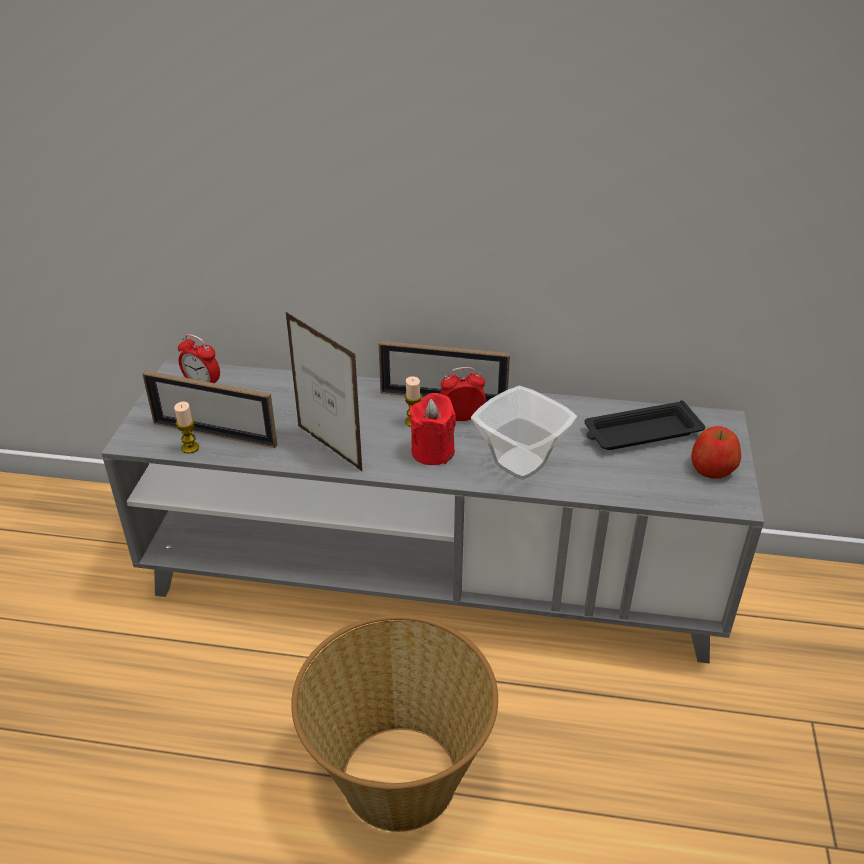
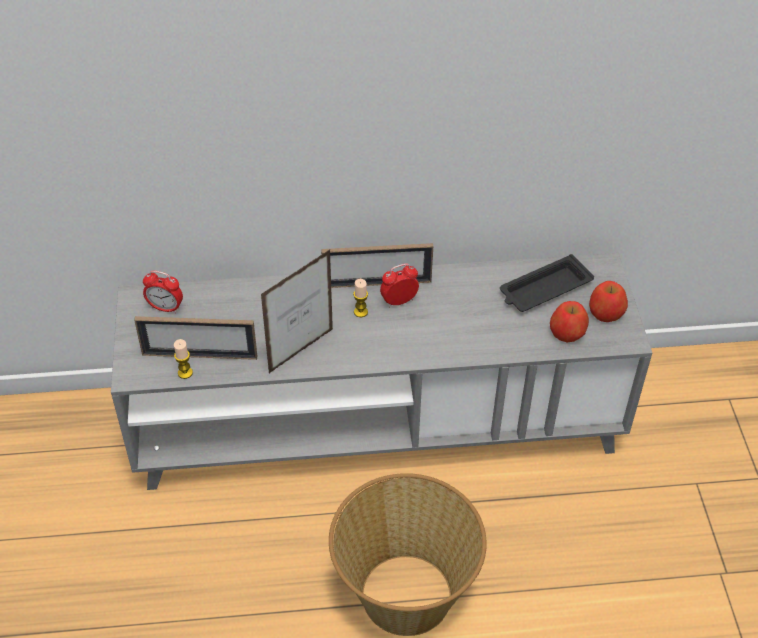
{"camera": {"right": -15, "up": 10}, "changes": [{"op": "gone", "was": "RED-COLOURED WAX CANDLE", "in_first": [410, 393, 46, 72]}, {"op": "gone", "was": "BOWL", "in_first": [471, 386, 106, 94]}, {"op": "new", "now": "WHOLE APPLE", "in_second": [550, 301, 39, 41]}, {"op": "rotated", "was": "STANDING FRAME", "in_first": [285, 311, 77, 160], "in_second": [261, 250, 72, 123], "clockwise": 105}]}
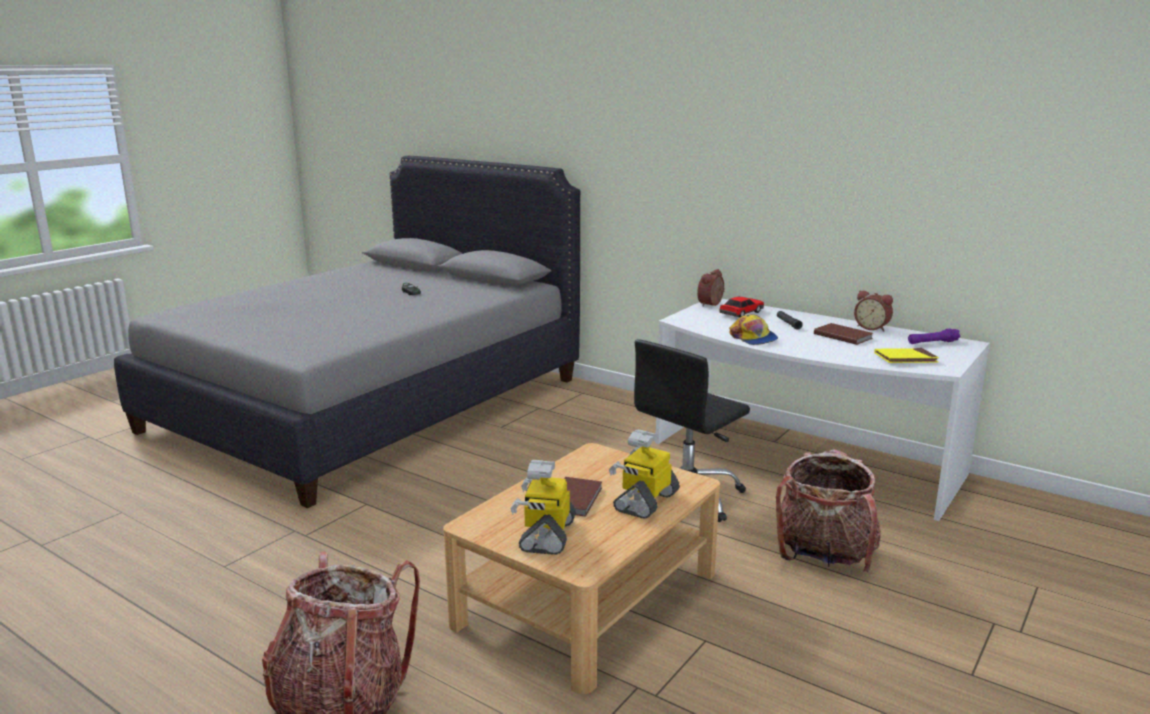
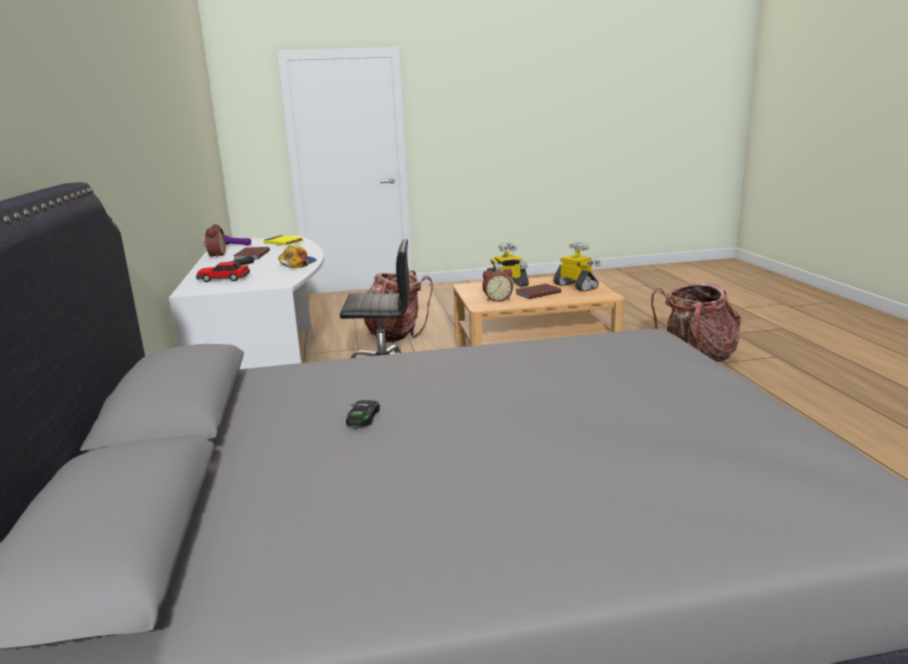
{"camera": {"right": -135, "up": 0}, "changes": [{"op": "shifted", "was": "BEDSIDE CLOCK", "in_first": [697, 269, 28, 38], "in_second": [483, 269, 30, 33]}, {"op": "rotated", "was": "ROBOT FIGURE", "in_first": [510, 460, 66, 95], "in_second": [553, 241, 48, 51], "clockwise": -90}]}
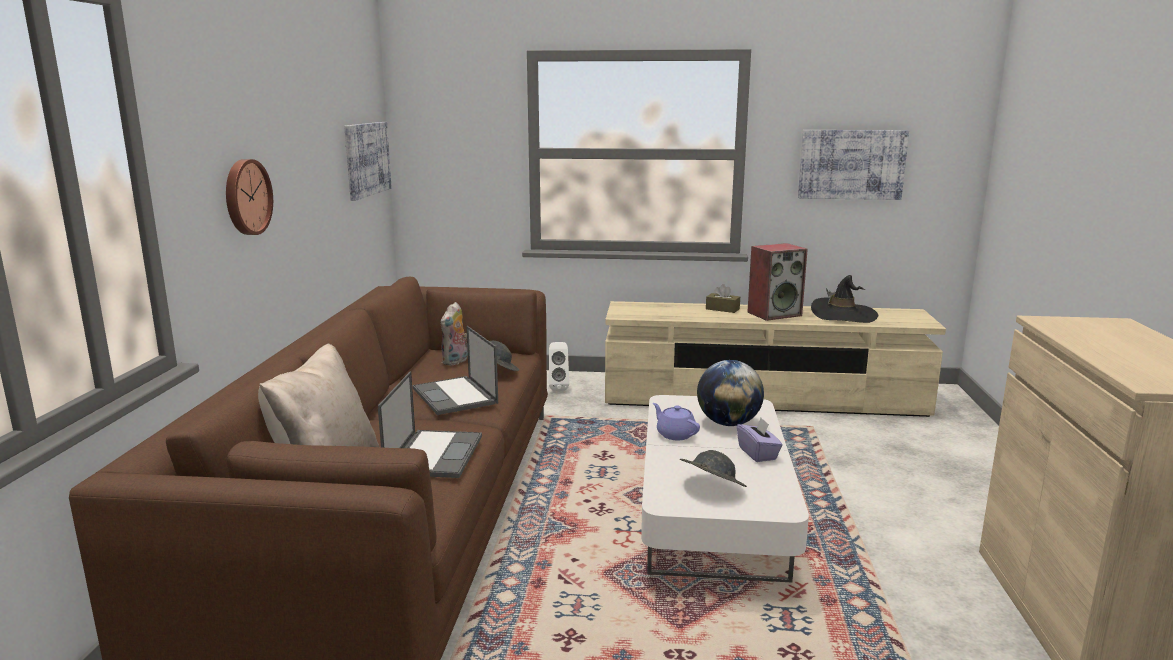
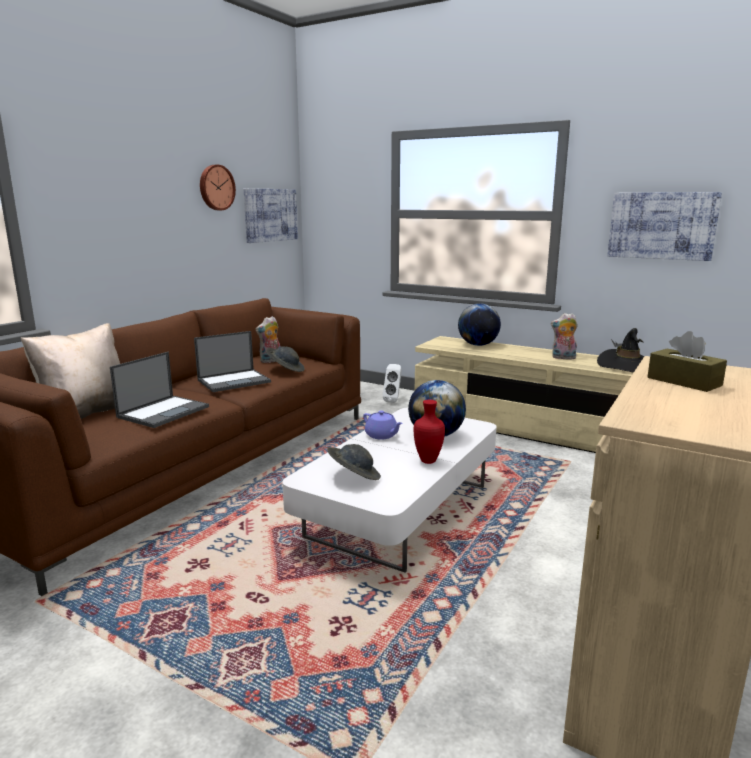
{"camera": {"right": 25, "up": 0}, "changes": [{"op": "new", "now": "DESK GLOBE", "in_second": [458, 303, 43, 43]}, {"op": "shifted", "was": "CLOCK ON THE WALL", "in_first": [226, 159, 47, 76], "in_second": [200, 165, 36, 45]}, {"op": "shifted", "was": "BROWN-COLOURED TISSUE BOX", "in_first": [706, 284, 34, 29], "in_second": [648, 331, 79, 61]}, {"op": "swapped", "was": "PURPLE-COLOURED TISSUE BOX", "now": "RED-COLOURED FLOWER VASE", "in_first": [737, 418, 46, 44], "in_second": [413, 400, 32, 64]}, {"op": "swapped", "was": "AUDIO SPEAKER", "now": "PLUSH TOY", "in_first": [747, 243, 61, 78], "in_second": [551, 313, 27, 46]}, {"op": "rotated", "was": "NOTEBOOK COMPUTER", "in_first": [413, 326, 85, 89], "in_second": [194, 331, 77, 61], "clockwise": -120}, {"op": "rotated", "was": "PURPLE-COLOURED POT FOR TEA", "in_first": [653, 403, 47, 37], "in_second": [363, 410, 40, 30], "clockwise": 150}]}
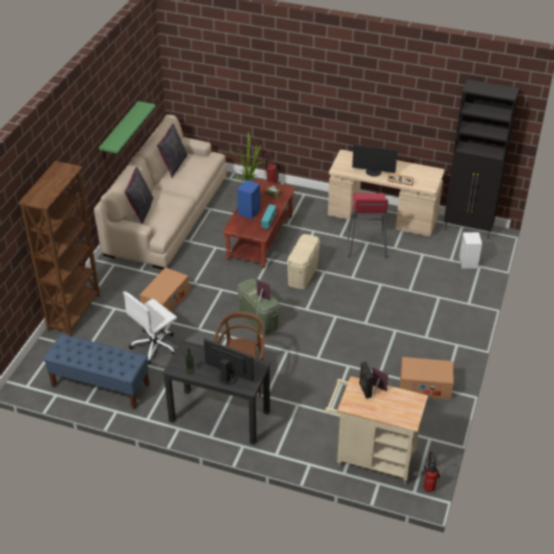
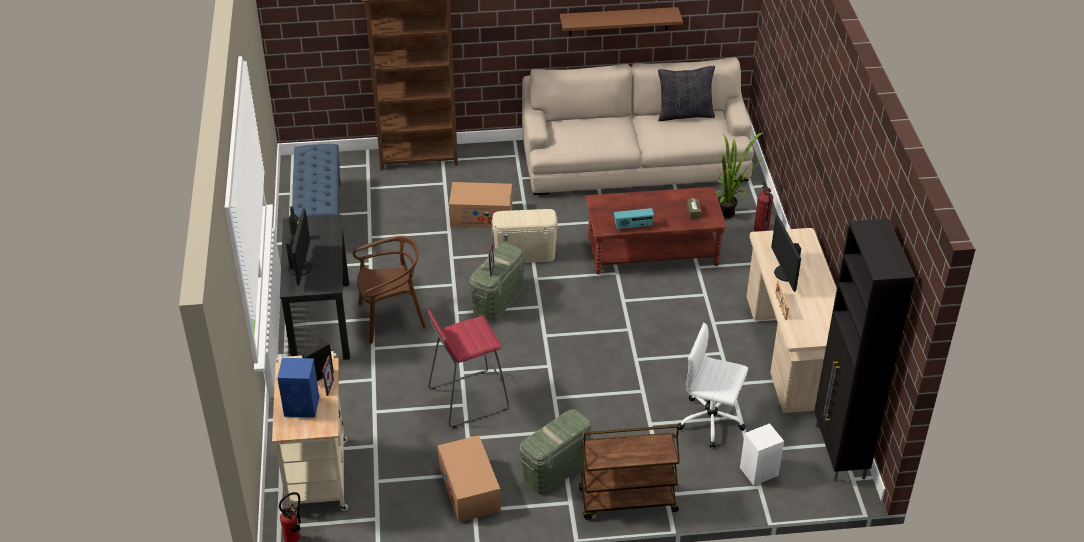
{"camera": {"right": 65, "up": 0}, "changes": [{"op": "gone", "was": "BLACK THROW PILLOW", "in_first": [125, 166, 28, 58]}, {"op": "new", "now": "GREEN-COLOURED STORAGE BOX", "in_second": [520, 409, 72, 85]}, {"op": "new", "now": "BROWN-COLOURED WHEELED CART", "in_second": [579, 425, 101, 95]}, {"op": "shifted", "was": "WHITISH COMPUTER CHAIR", "in_first": [123, 291, 54, 73], "in_second": [677, 323, 71, 125]}, {"op": "shifted", "was": "BLUISH AUDIO SPEAKER", "in_first": [237, 180, 23, 39], "in_second": [277, 358, 42, 59]}, {"op": "shifted", "was": "BEIGE STORAGE BOX", "in_first": [287, 234, 33, 55], "in_second": [491, 209, 68, 54]}, {"op": "shifted", "was": "RED-COLOURED STOOL", "in_first": [348, 193, 40, 65], "in_second": [427, 309, 82, 119]}, {"op": "repainted", "was": "GREEN-COLOURED BRACKET SHELF", "now": "BROWN-COLOURED BRACKET SHELF", "in_first": [99, 101, 57, 59], "in_second": [560, 7, 123, 29]}]}
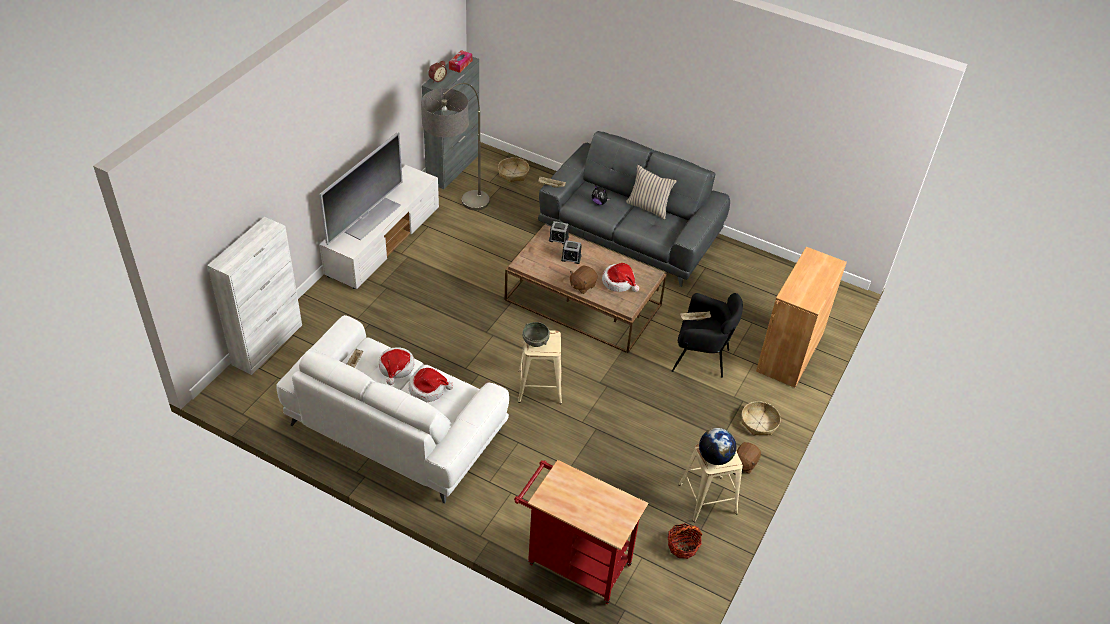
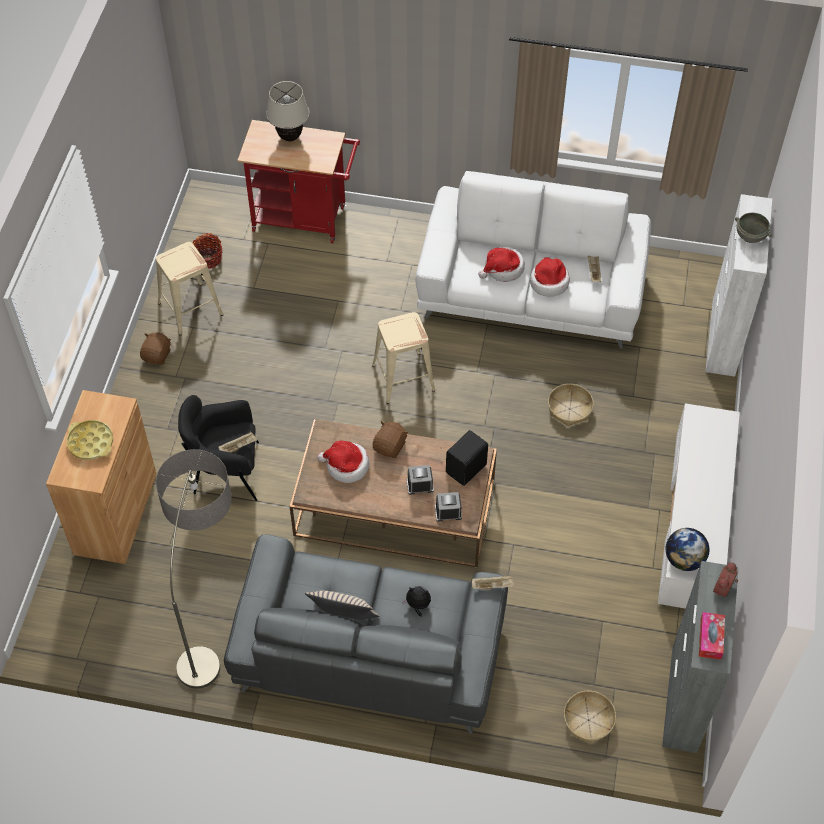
{"camera": {"right": 165, "up": 10}, "changes": [{"op": "gone", "was": "TELEVISION", "in_first": [319, 132, 84, 113]}, {"op": "new", "now": "YELLOW TRAY", "in_second": [67, 420, 46, 40]}, {"op": "new", "now": "BEIGE TABLETOP LAMP", "in_second": [266, 81, 43, 60]}, {"op": "new", "now": "BLACK AUDIO SPEAKER", "in_second": [446, 430, 42, 56]}, {"op": "shifted", "was": "STANDARD LAMP", "in_first": [421, 83, 69, 127], "in_second": [156, 449, 76, 240]}, {"op": "shifted", "was": "GREY BOWL", "in_first": [522, 322, 28, 25], "in_second": [735, 213, 37, 30]}, {"op": "shifted", "was": "DESK GLOBE", "in_first": [699, 428, 37, 37], "in_second": [666, 528, 43, 43]}, {"op": "shifted", "was": "HOUSEHOLD BASKET", "in_first": [742, 401, 39, 35], "in_second": [548, 384, 46, 42]}]}
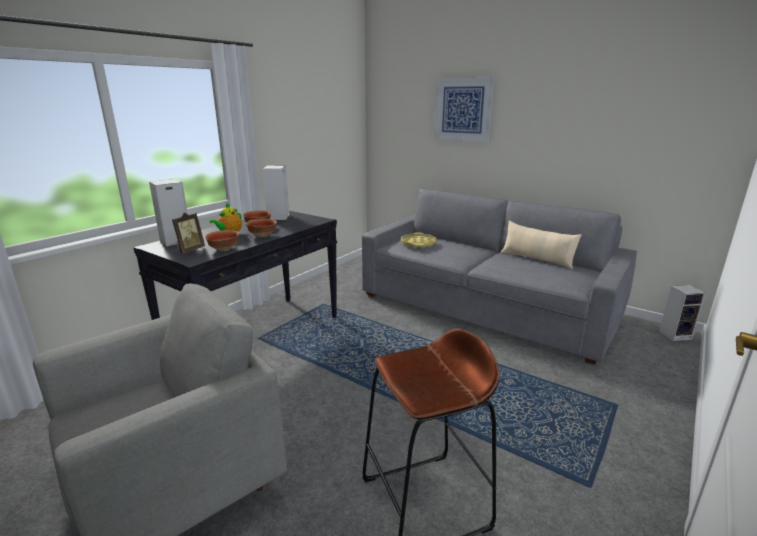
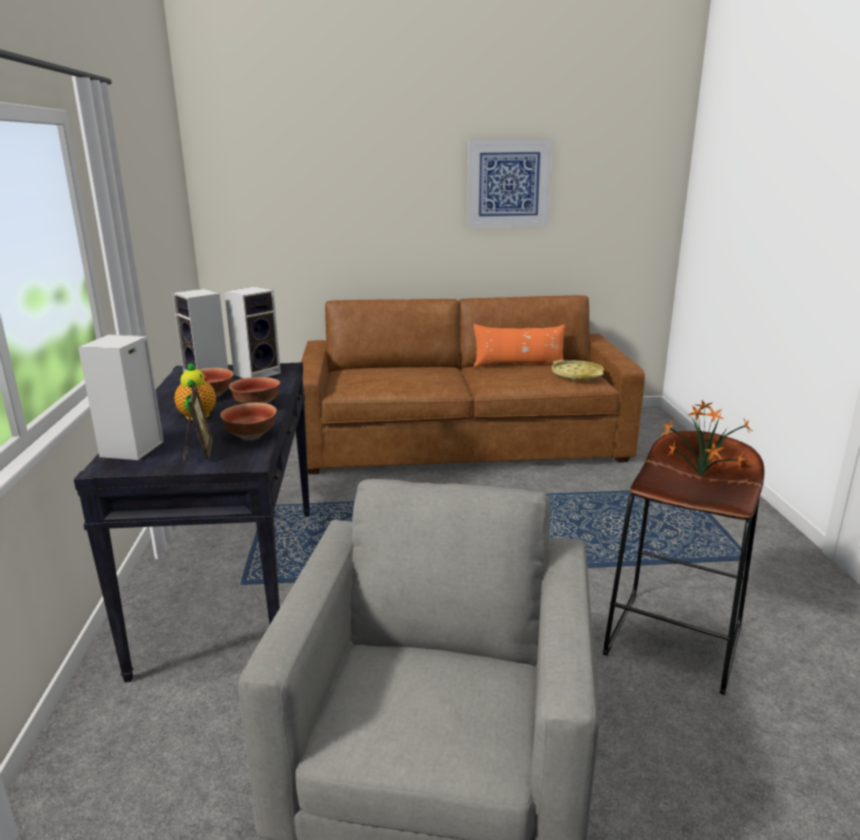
{"camera": {"right": -40, "up": 0}, "changes": [{"op": "new", "now": "POTTED PLANT", "in_second": [660, 400, 92, 76]}, {"op": "shifted", "was": "YELLOW TRAY", "in_first": [401, 232, 35, 16], "in_second": [552, 360, 52, 21]}, {"op": "shifted", "was": "WALL ART", "in_first": [434, 77, 60, 65], "in_second": [467, 139, 86, 89]}, {"op": "shifted", "was": "AUDIO SPEAKER", "in_first": [659, 285, 47, 56], "in_second": [224, 286, 57, 92]}, {"op": "repainted", "was": "GREY SOFA", "now": "BROWN-COLOURED SOFA", "in_first": [362, 188, 275, 177], "in_second": [301, 295, 344, 179]}, {"op": "repainted", "was": "BEIGE THROW PILLOW", "now": "ORANGEY THROW PILLOW", "in_first": [501, 220, 81, 49], "in_second": [474, 324, 91, 43]}]}
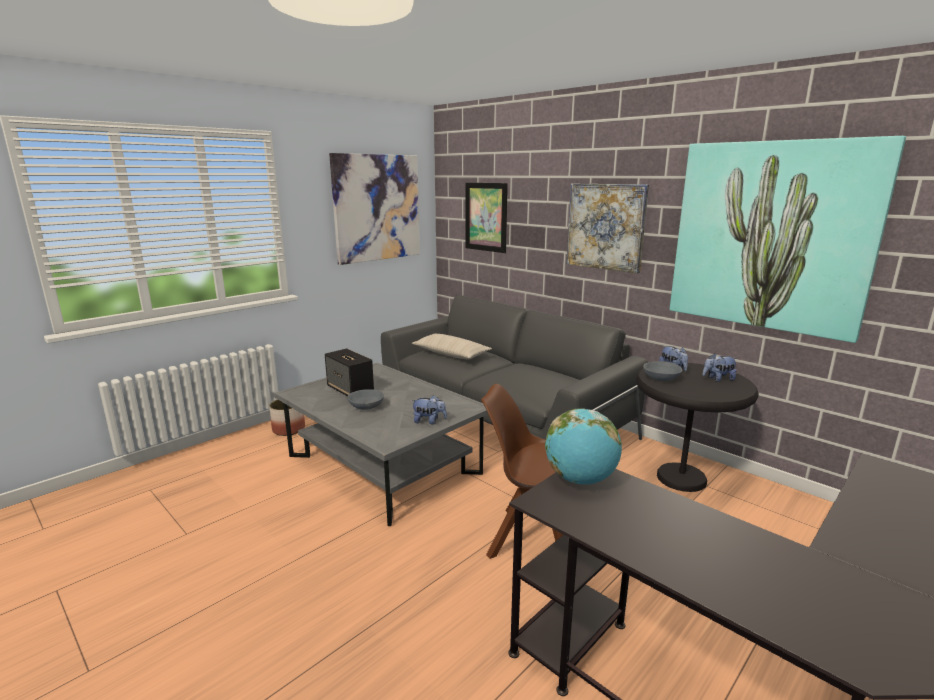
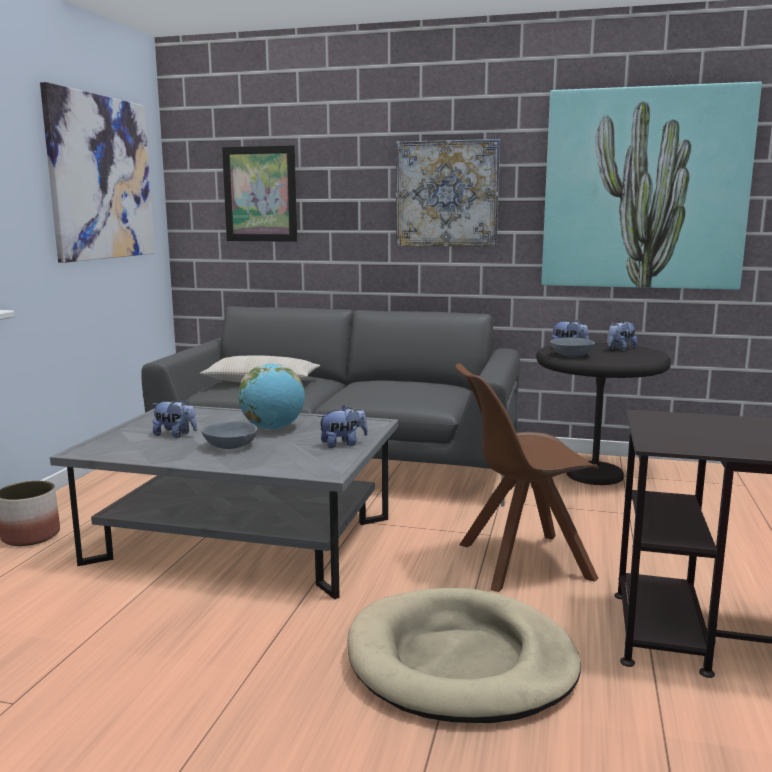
{"camera": {"right": -30, "up": -5}, "changes": [{"op": "new", "now": "BEIGE PET BED", "in_second": [347, 588, 234, 135]}, {"op": "shifted", "was": "DESK GLOBE", "in_first": [545, 408, 77, 77], "in_second": [238, 363, 67, 67]}, {"op": "swapped", "was": "AUDIO SPEAKER", "now": "PLUSH TOY", "in_first": [325, 348, 49, 48], "in_second": [152, 398, 45, 40]}]}
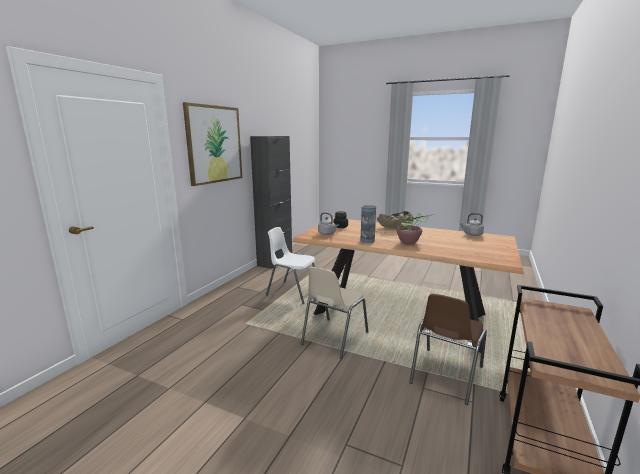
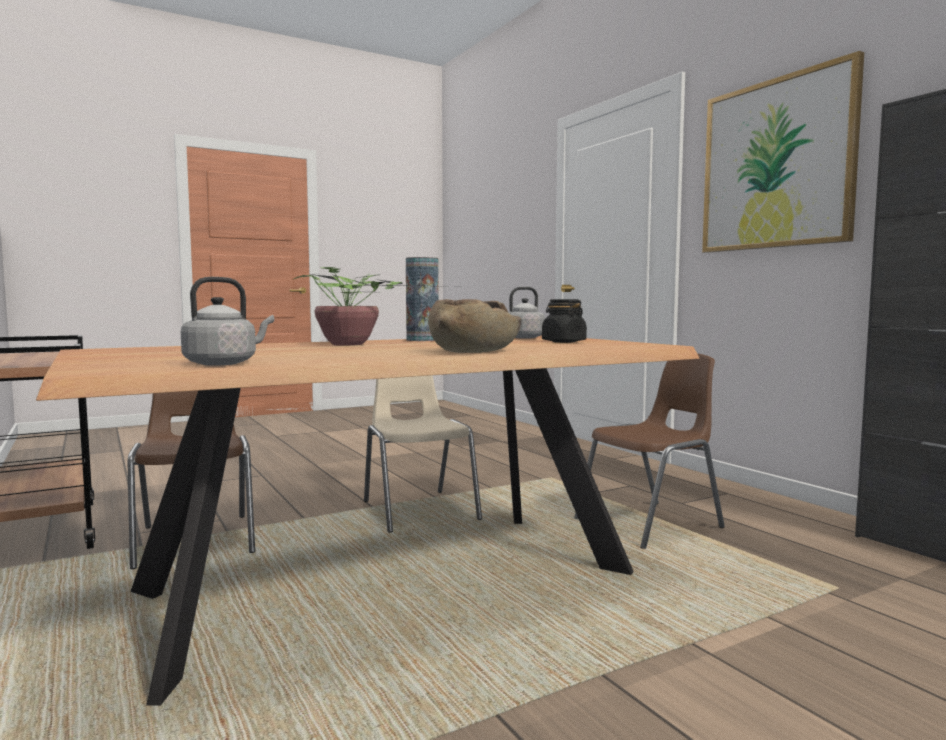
{"camera": {"right": 125, "up": -10}, "changes": [{"op": "repainted", "was": "WHITISH UPRIGHT CHAIR", "now": "BROWN-COLOURED UPRIGHT CHAIR", "in_first": [266, 227, 49, 77], "in_second": [574, 353, 151, 196]}]}
